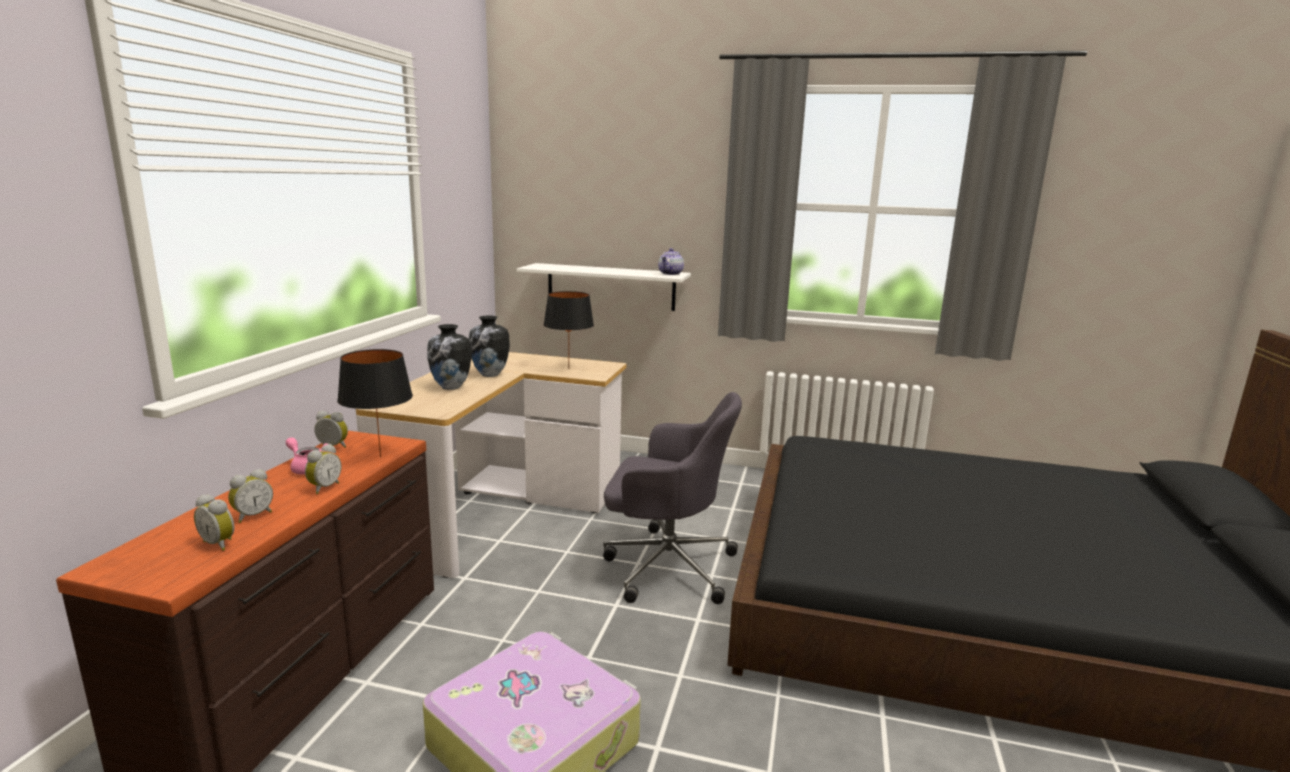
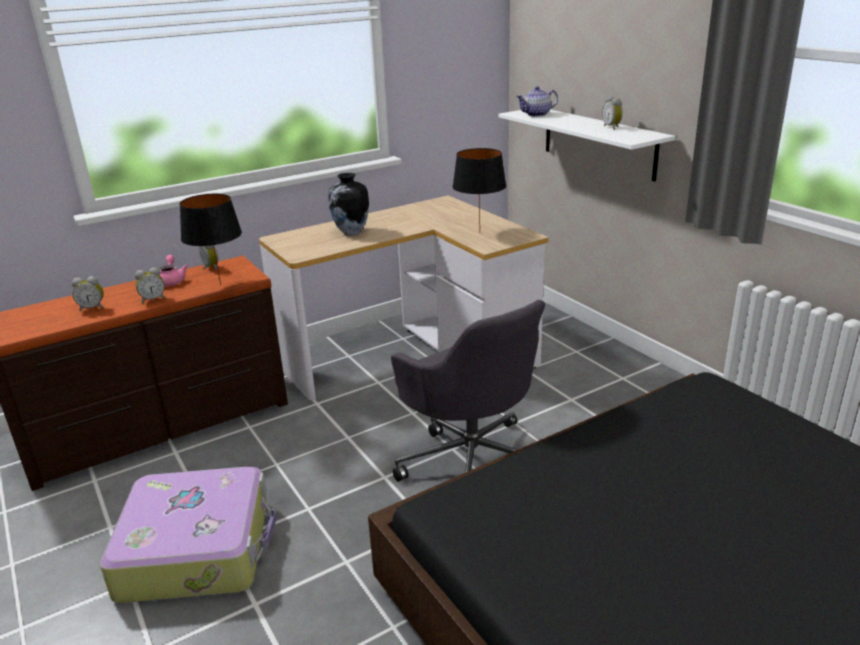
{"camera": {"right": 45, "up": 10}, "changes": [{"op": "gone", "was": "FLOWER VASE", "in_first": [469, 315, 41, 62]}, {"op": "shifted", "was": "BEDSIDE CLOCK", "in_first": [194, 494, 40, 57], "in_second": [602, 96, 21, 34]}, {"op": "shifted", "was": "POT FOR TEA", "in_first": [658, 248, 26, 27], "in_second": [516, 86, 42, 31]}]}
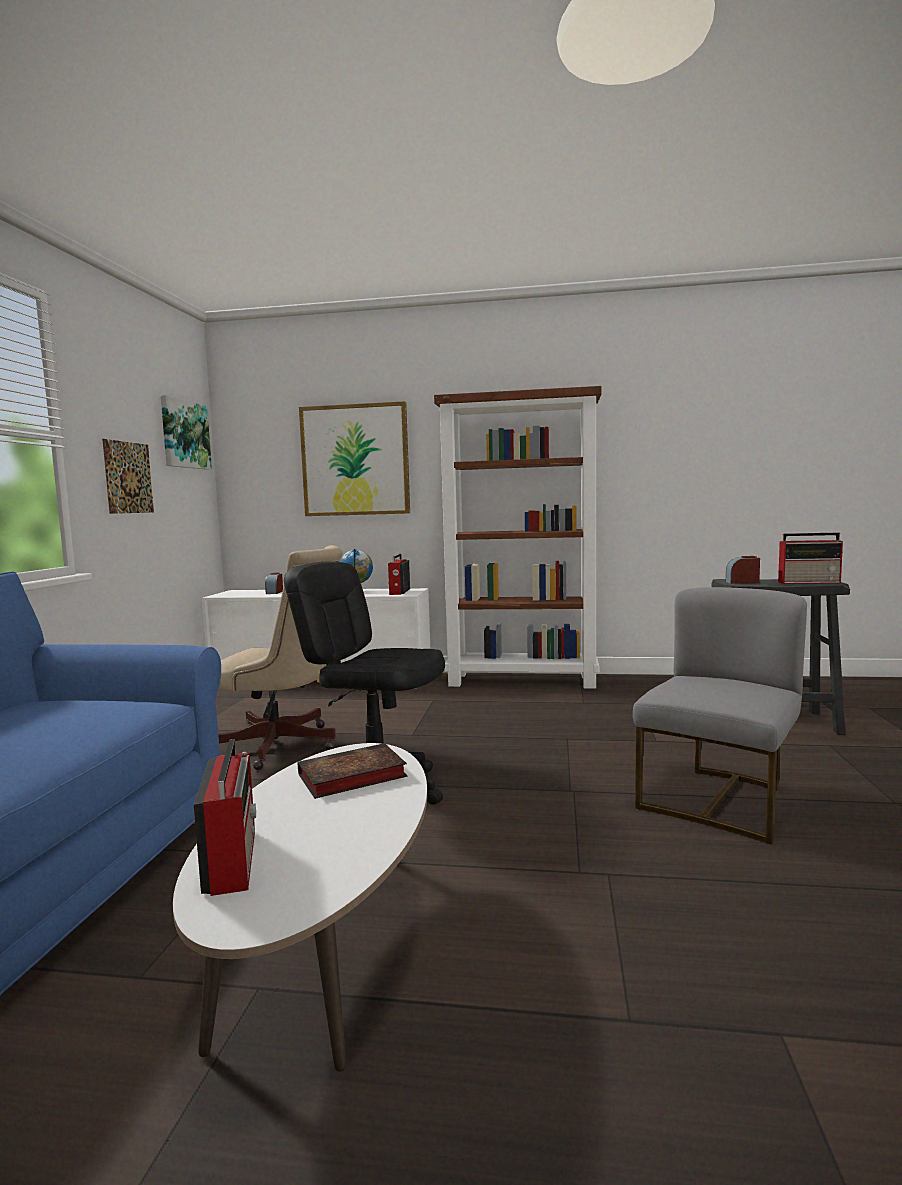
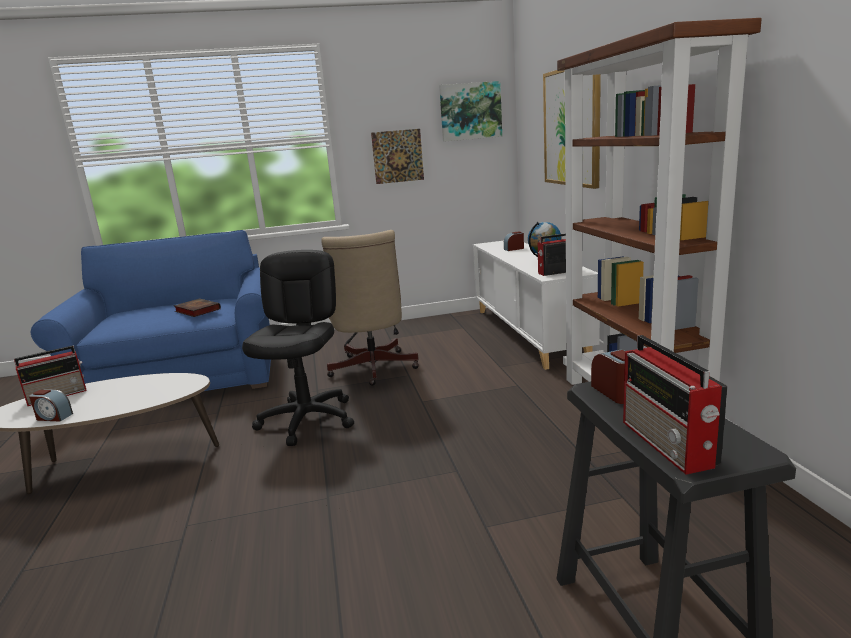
{"camera": {"right": 70, "up": 10}, "changes": [{"op": "gone", "was": "GREY UPRIGHT CHAIR", "in_first": [633, 587, 174, 258]}, {"op": "new", "now": "BEDSIDE CLOCK", "in_second": [29, 389, 44, 32]}, {"op": "shifted", "was": "VOLUME", "in_first": [298, 743, 109, 56], "in_second": [174, 299, 47, 18]}]}
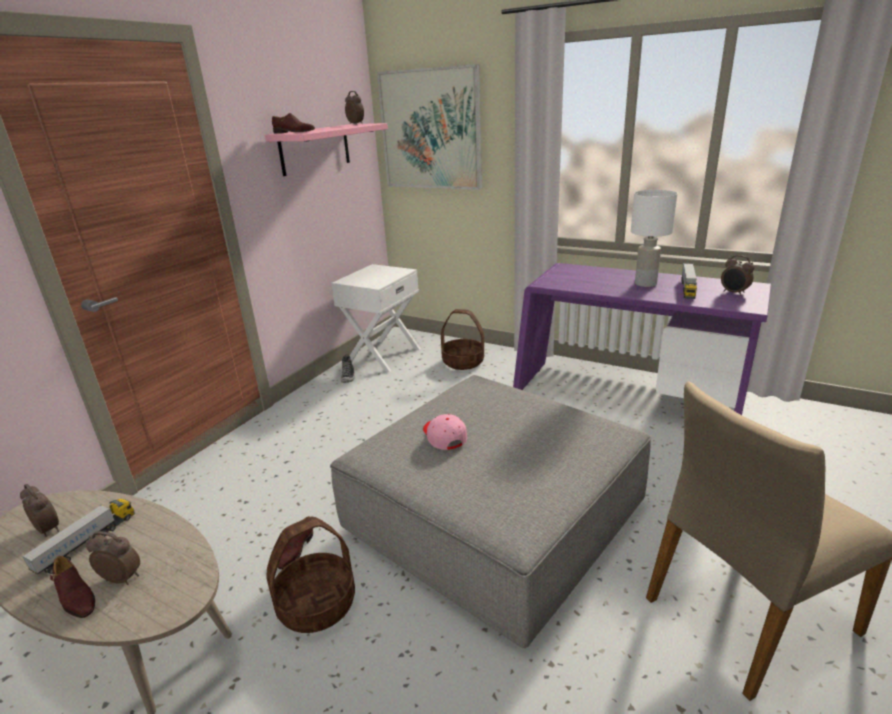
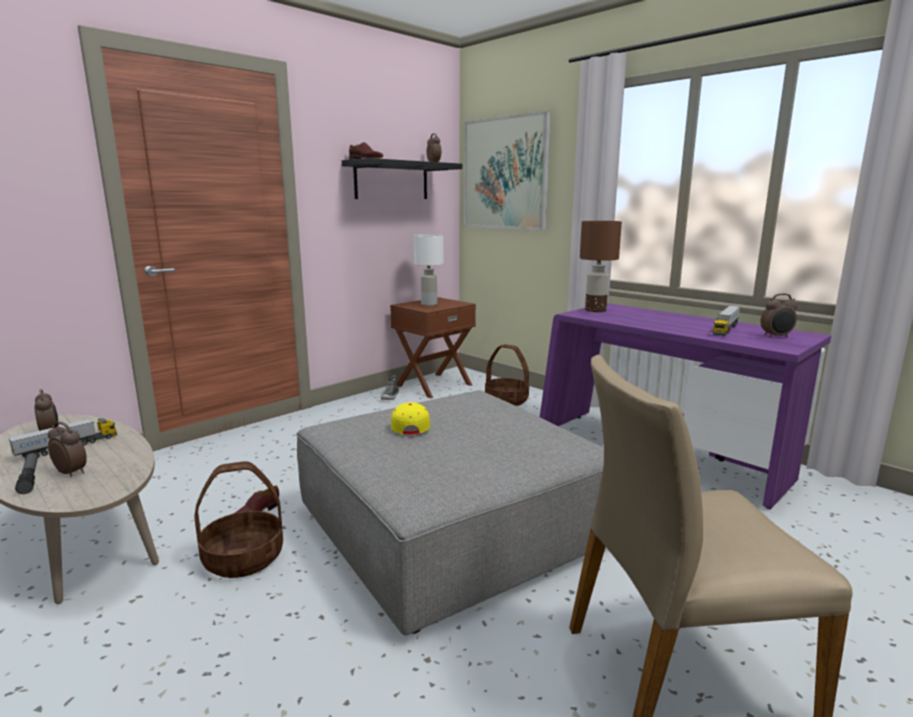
{"camera": {"right": 15, "up": -10}, "changes": [{"op": "new", "now": "BROWN-COLOURED TABLETOP LAMP", "in_second": [580, 221, 42, 91]}, {"op": "shifted", "was": "WHITISH TABLETOP LAMP", "in_first": [631, 190, 47, 97], "in_second": [413, 234, 31, 72]}, {"op": "swapped", "was": "BROWN-COLOURED ITEM OF FOOTWEAR", "now": "FLASHLIGHT", "in_first": [50, 556, 45, 62], "in_second": [15, 453, 23, 41]}, {"op": "repainted", "was": "PINK-COLOURED BRACKET SHELF", "now": "BLACK BRACKET SHELF", "in_first": [265, 123, 123, 53], "in_second": [342, 158, 120, 41]}, {"op": "repainted", "was": "WHITISH BEDSIDE TABLE", "now": "BROWN-COLOURED BEDSIDE TABLE", "in_first": [331, 264, 90, 108], "in_second": [390, 297, 86, 101]}, {"op": "repainted", "was": "PINK-COLOURED PEAKED CAP", "now": "YELLOW PEAKED CAP", "in_first": [423, 414, 44, 36], "in_second": [391, 402, 39, 32]}, {"op": "rotated", "was": "BEDSIDE CLOCK", "in_first": [721, 255, 34, 41], "in_second": [760, 293, 37, 45], "clockwise": -75}]}
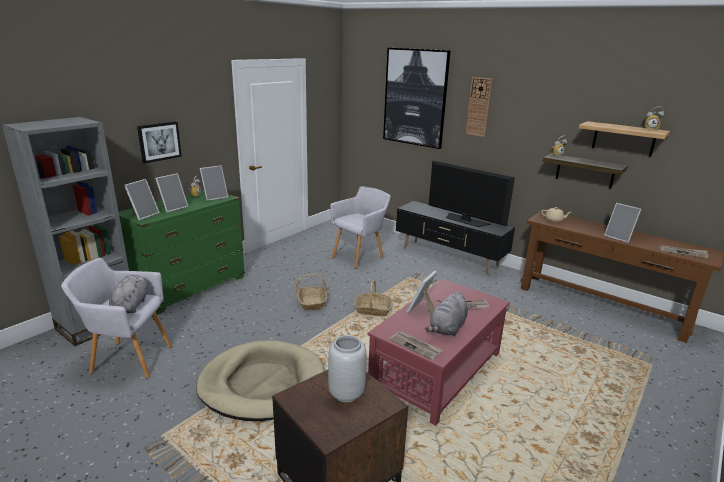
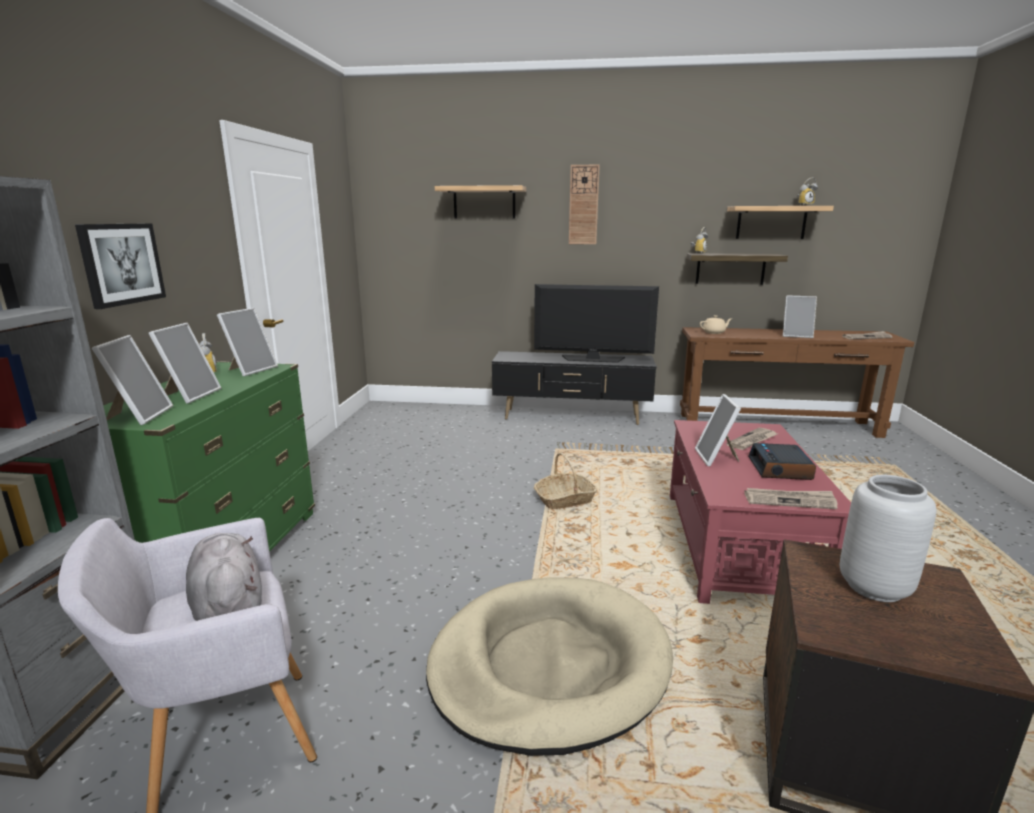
{"camera": {"right": -30, "up": -5}, "changes": [{"op": "gone", "was": "HOUSEHOLD BASKET", "in_first": [296, 274, 31, 36]}, {"op": "gone", "was": "GREY ARMCHAIR", "in_first": [330, 186, 60, 83]}, {"op": "swapped", "was": "WALL ART", "now": "BRACKET SHELF", "in_first": [383, 48, 68, 101], "in_second": [435, 185, 91, 33]}, {"op": "swapped", "was": "GREY PLUSH TOY", "now": "BEDSIDE CLOCK", "in_first": [425, 291, 43, 45], "in_second": [748, 443, 68, 37]}]}
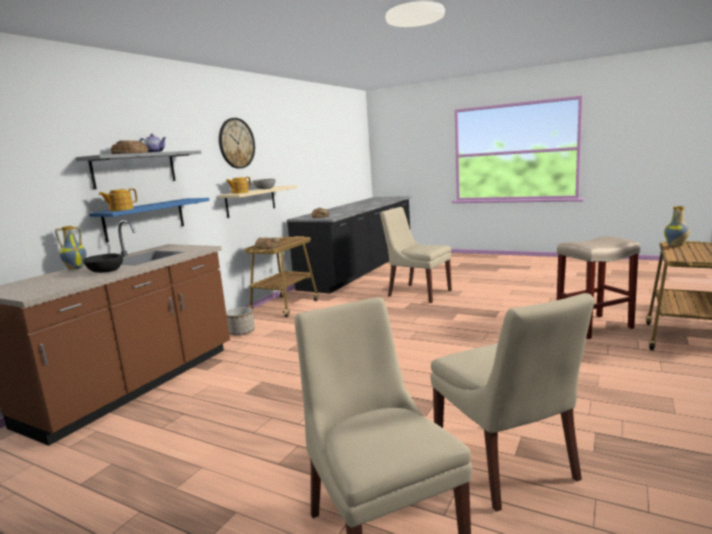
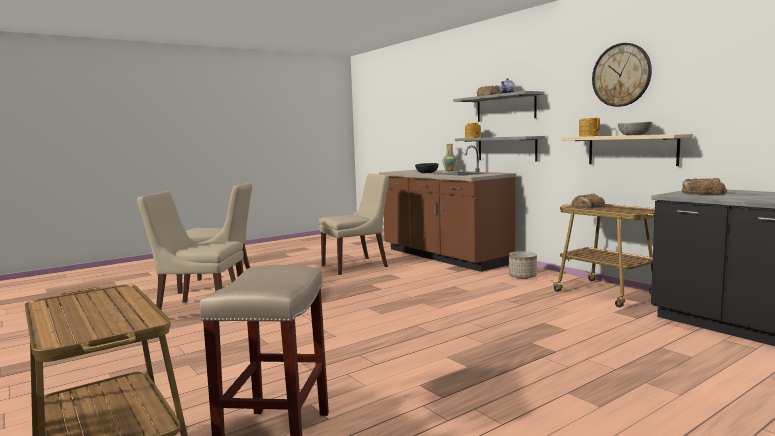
{"camera": {"right": 115, "up": -5}, "changes": [{"op": "gone", "was": "FLOWER VASE", "in_first": [664, 206, 26, 41]}, {"op": "shifted", "was": "BEIGE UPRIGHT CHAIR", "in_first": [380, 207, 72, 96], "in_second": [319, 173, 70, 102]}, {"op": "repainted", "was": "BLUISH BRACKET SHELF", "now": "GREY BRACKET SHELF", "in_first": [89, 198, 120, 45], "in_second": [455, 136, 90, 25]}]}
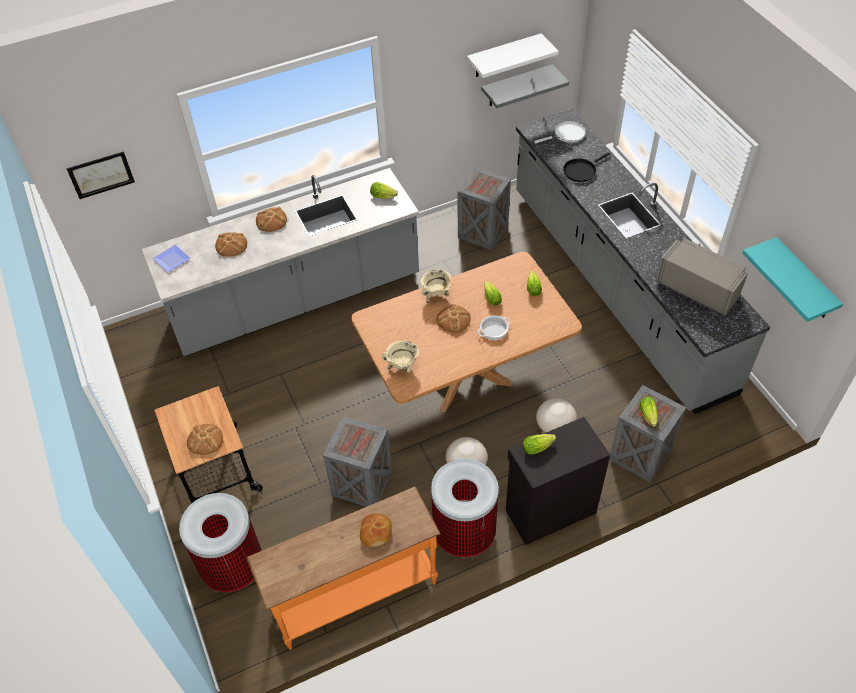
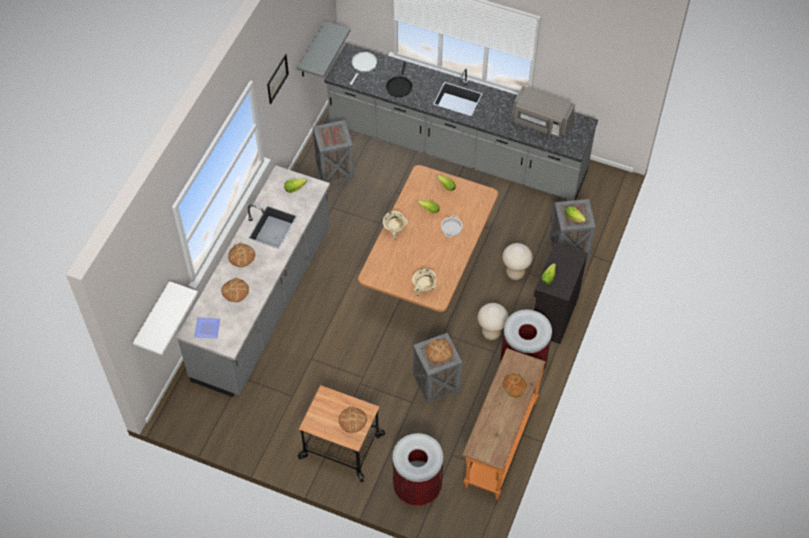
{"camera": {"right": -45, "up": 5}, "changes": [{"op": "gone", "was": "BLUE-GREEN BRACKET SHELF", "in_first": [742, 237, 101, 85]}, {"op": "shifted", "was": "WALL ART", "in_first": [66, 151, 69, 48], "in_second": [267, 54, 22, 50]}, {"op": "shifted", "was": "BREAD", "in_first": [436, 304, 35, 29], "in_second": [426, 339, 27, 24]}, {"op": "shifted", "was": "WHITISH BRACKET SHELF", "in_first": [467, 33, 92, 45], "in_second": [133, 281, 65, 74]}, {"op": "rotated", "was": "GREY MICROWAVE OVEN", "in_first": [656, 238, 91, 78], "in_second": [512, 86, 63, 52], "clockwise": -150}]}
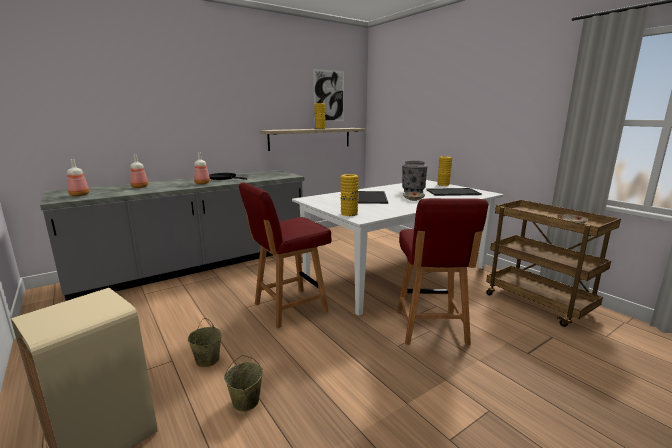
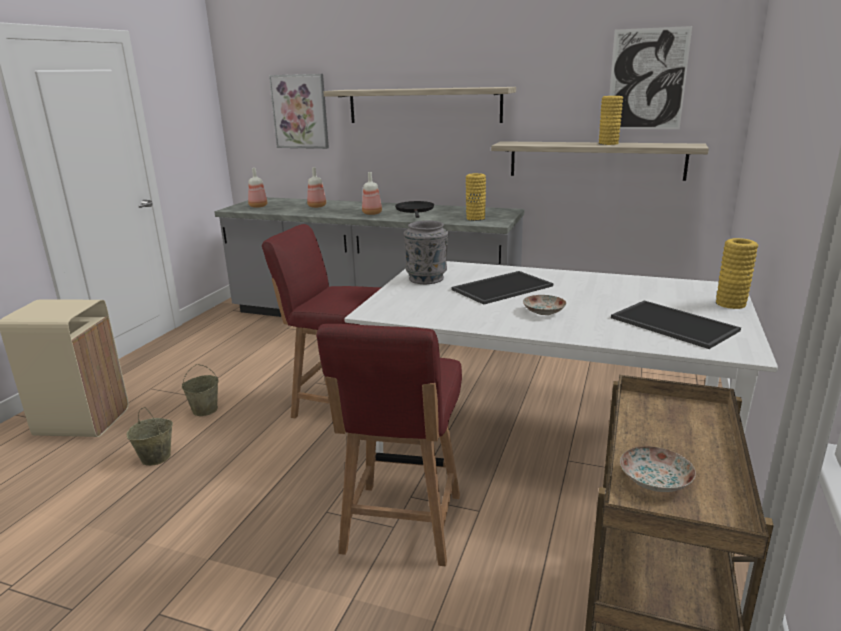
{"camera": {"right": 55, "up": 5}, "changes": [{"op": "new", "now": "WALL ART", "in_second": [269, 74, 60, 75]}, {"op": "new", "now": "BRACKET SHELF", "in_second": [323, 87, 193, 36]}, {"op": "shifted", "was": "YELLOW FLOWER VASE", "in_first": [340, 174, 19, 42], "in_second": [466, 173, 20, 48]}, {"op": "shifted", "was": "GREY FLOWER VASE", "in_first": [402, 160, 25, 33], "in_second": [404, 220, 44, 64]}, {"op": "rotated", "was": "RED-COLOURED UPRIGHT CHAIR", "in_first": [397, 198, 91, 147], "in_second": [316, 324, 146, 242], "clockwise": -45}]}
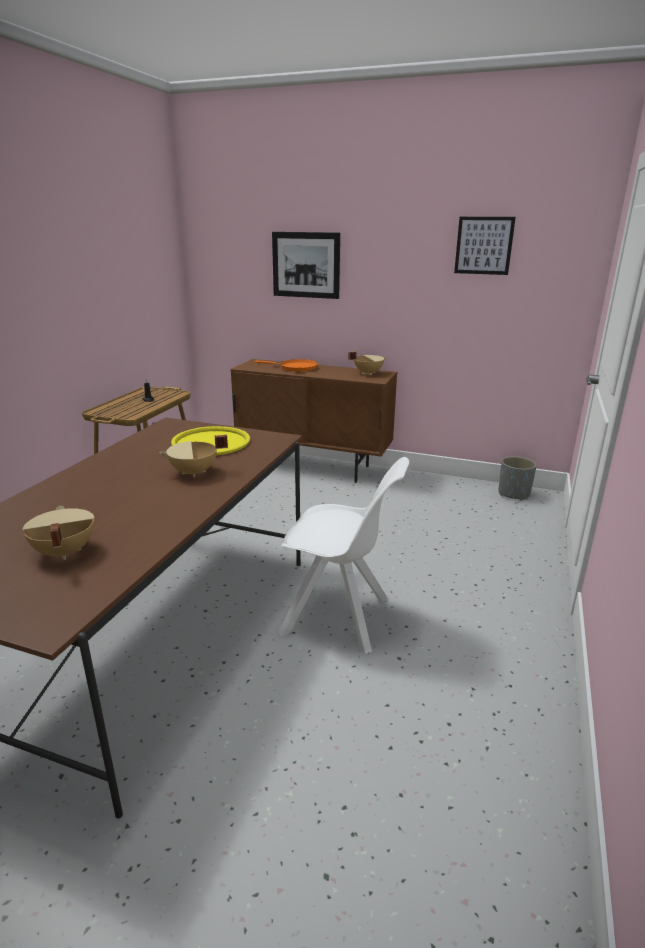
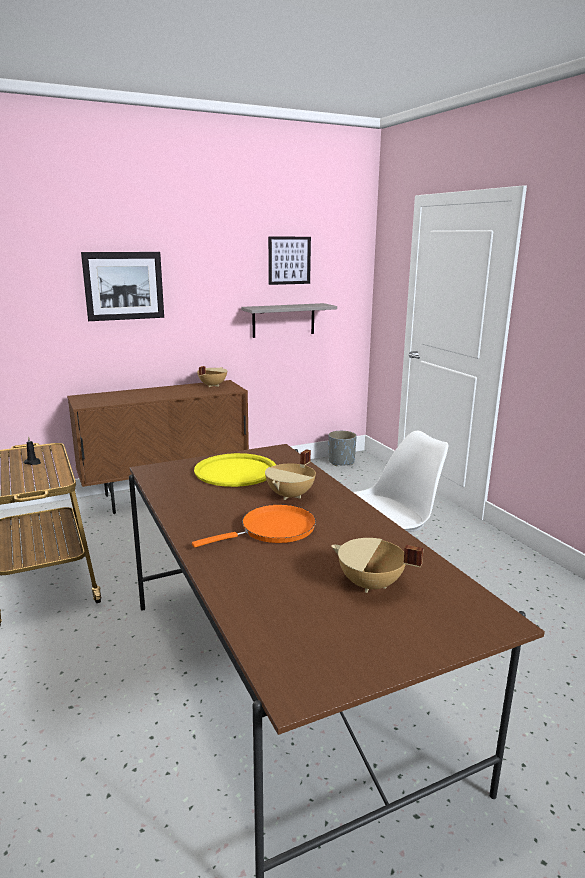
{"camera": {"right": -45, "up": -5}, "changes": [{"op": "new", "now": "GREY BRACKET SHELF", "in_second": [241, 303, 96, 35]}, {"op": "shifted", "was": "ORANGEY PAN", "in_first": [254, 359, 64, 12], "in_second": [192, 505, 124, 43]}]}
